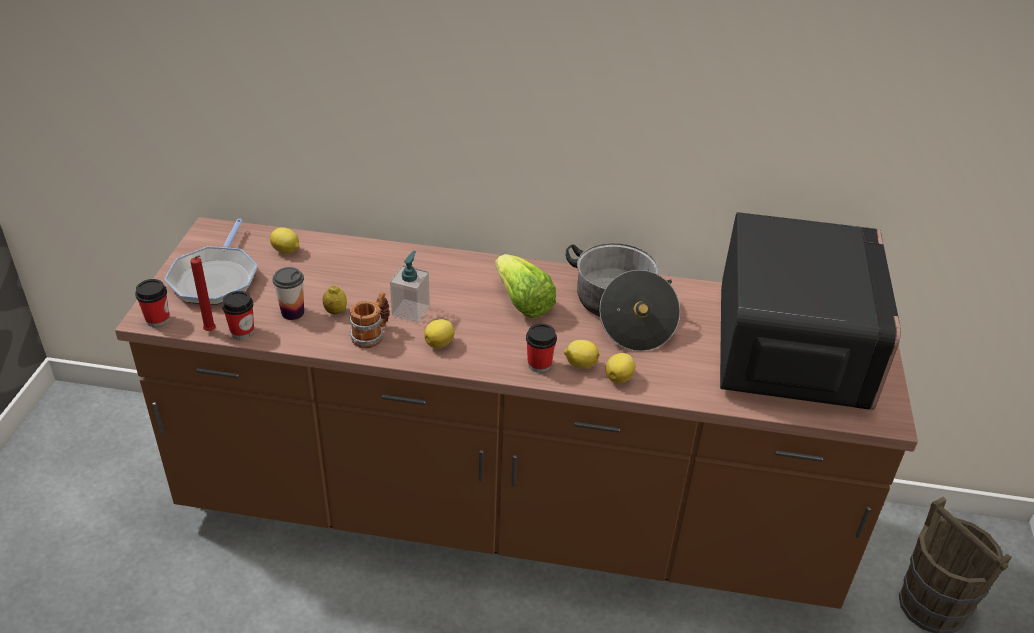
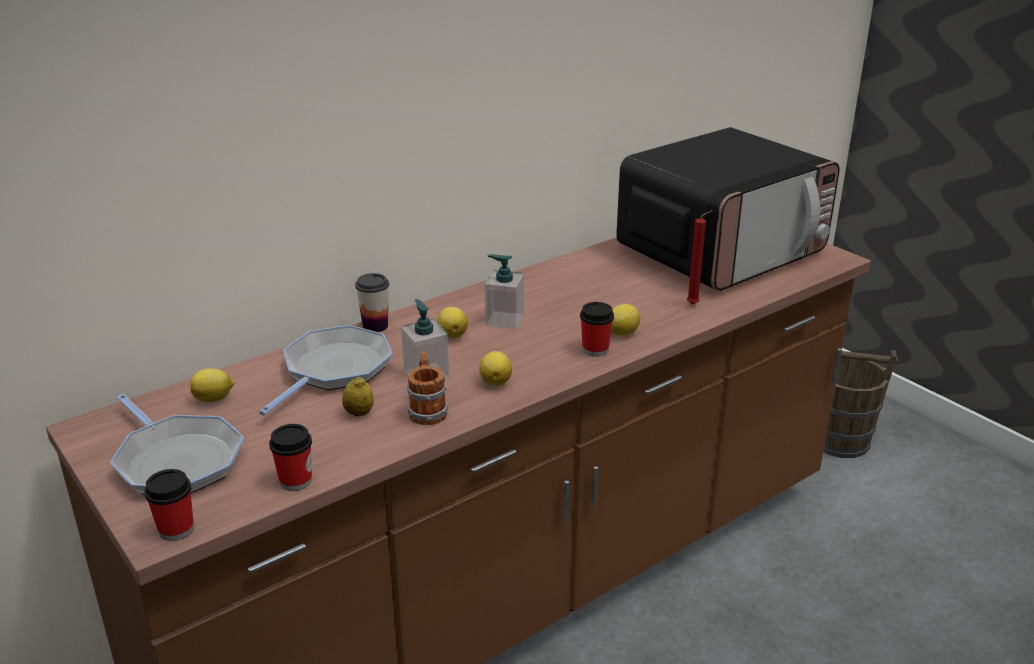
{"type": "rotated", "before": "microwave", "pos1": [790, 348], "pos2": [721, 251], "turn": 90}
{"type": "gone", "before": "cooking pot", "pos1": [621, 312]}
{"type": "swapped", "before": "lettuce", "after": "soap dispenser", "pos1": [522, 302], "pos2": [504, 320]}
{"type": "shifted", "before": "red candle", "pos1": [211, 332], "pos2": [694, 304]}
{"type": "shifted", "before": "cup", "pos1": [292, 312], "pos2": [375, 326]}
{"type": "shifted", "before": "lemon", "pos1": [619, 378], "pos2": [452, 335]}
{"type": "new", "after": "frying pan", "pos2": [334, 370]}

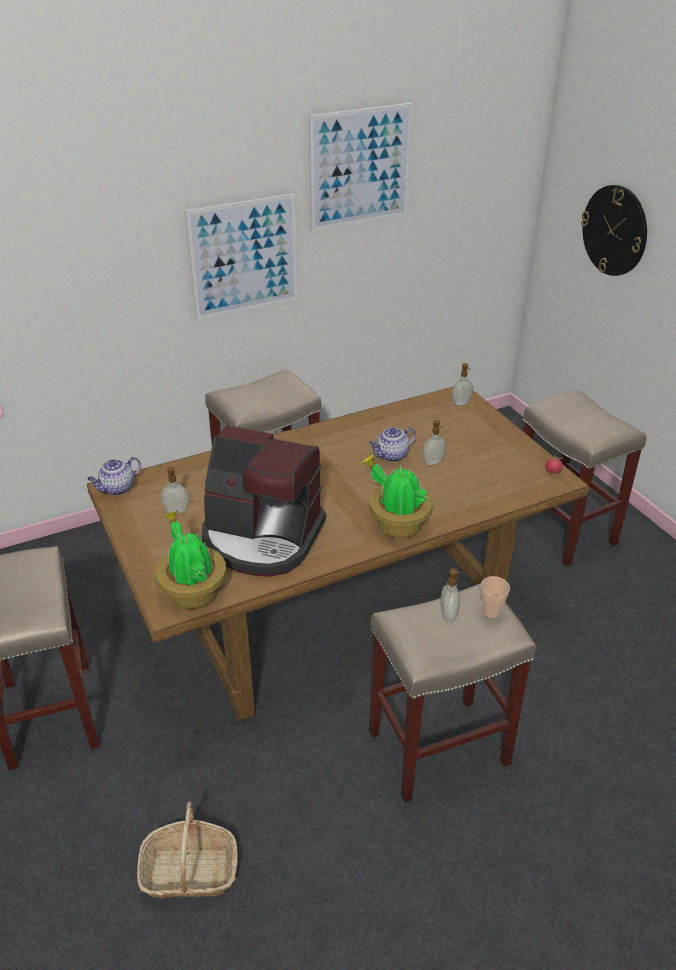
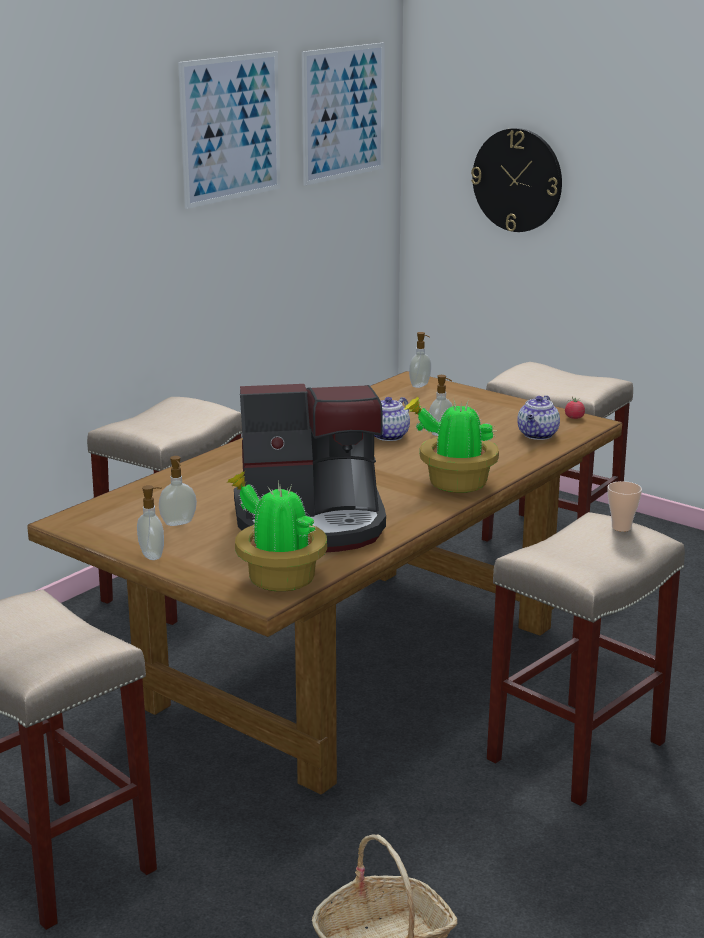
{"type": "shifted", "before": "picture", "pos1": [244, 257], "pos2": [343, 112]}
{"type": "shifted", "before": "teapot", "pos1": [117, 489], "pos2": [538, 435]}
{"type": "shifted", "before": "soap dispenser", "pos1": [449, 614], "pos2": [153, 555]}

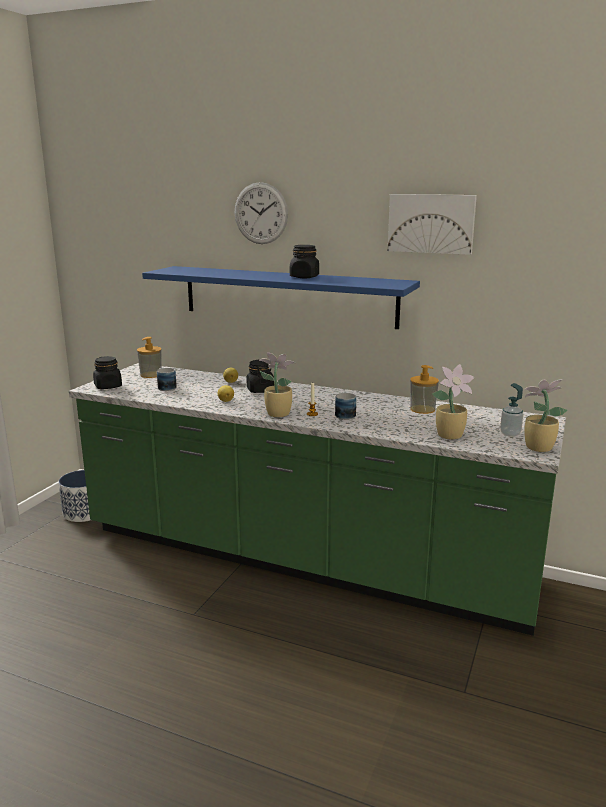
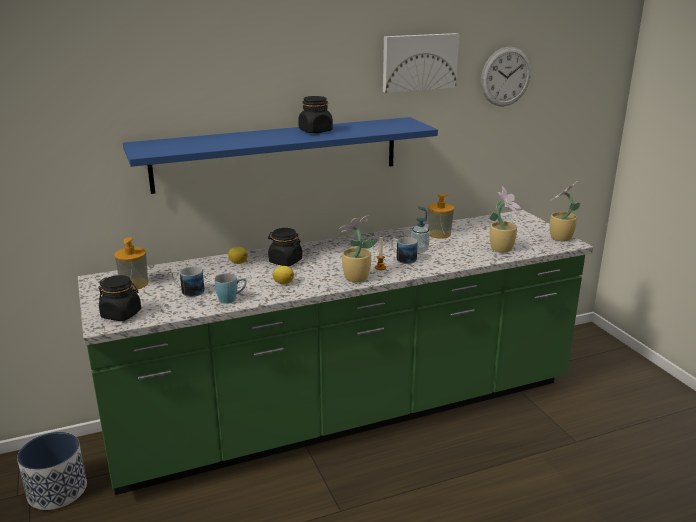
{"type": "shifted", "before": "wall clock", "pos1": [261, 213], "pos2": [506, 76]}
{"type": "shifted", "before": "soap dispenser", "pos1": [510, 434], "pos2": [419, 250]}
{"type": "new", "after": "blue mug", "pos2": [231, 299]}

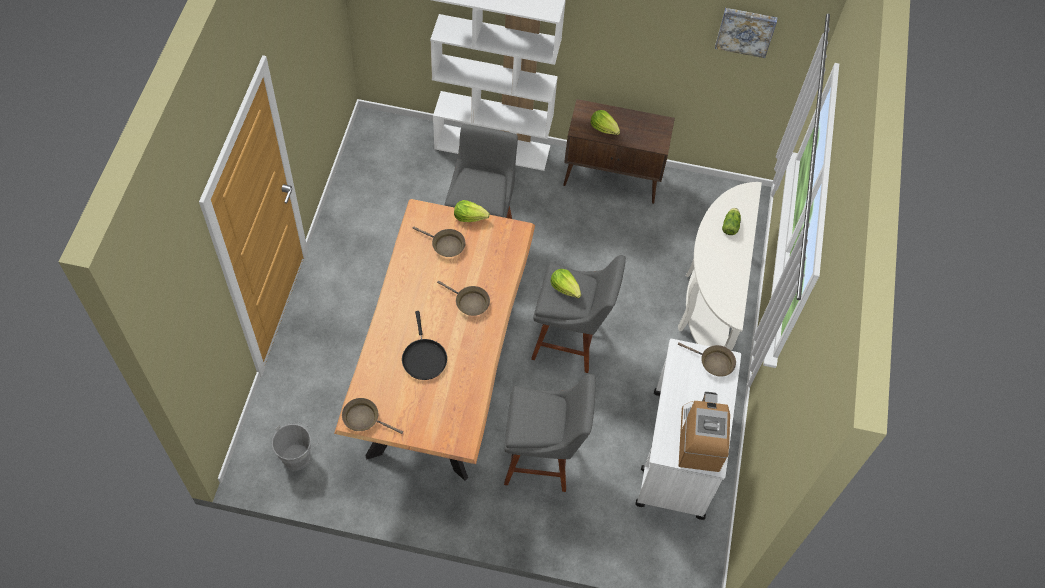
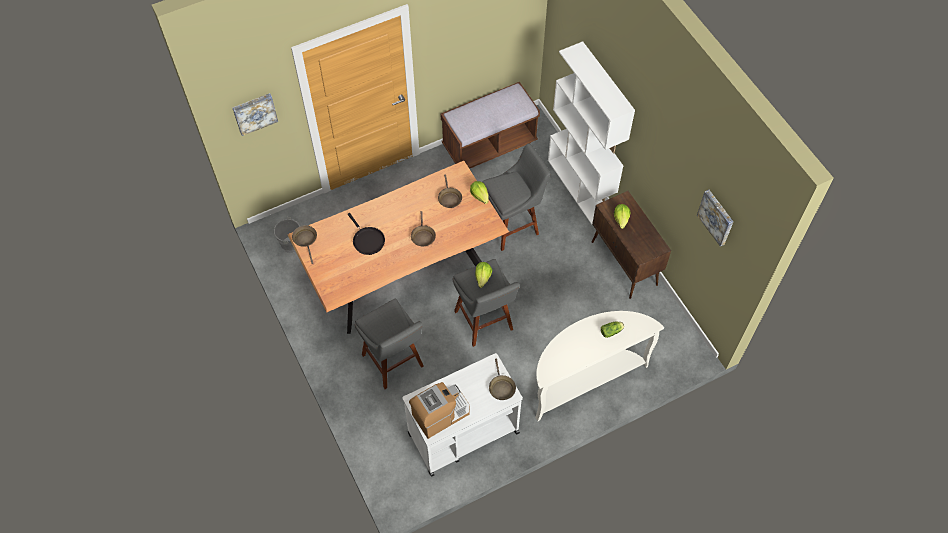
{"type": "rotated", "before": "black frying pan", "pos1": [424, 357], "pos2": [367, 240], "turn": -75}
{"type": "new", "after": "brown bench", "pos2": [489, 144]}
{"type": "new", "after": "picture", "pos2": [254, 113]}

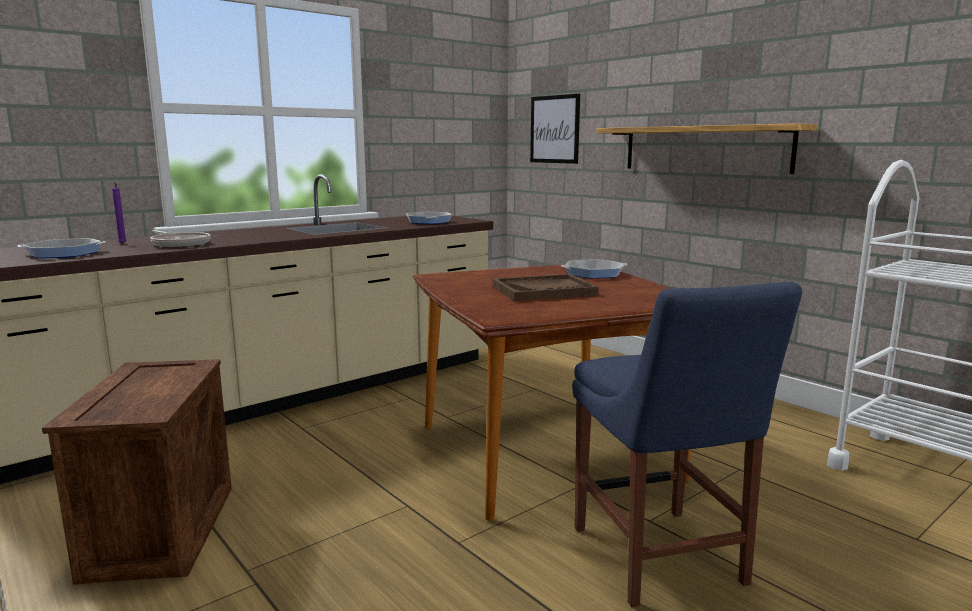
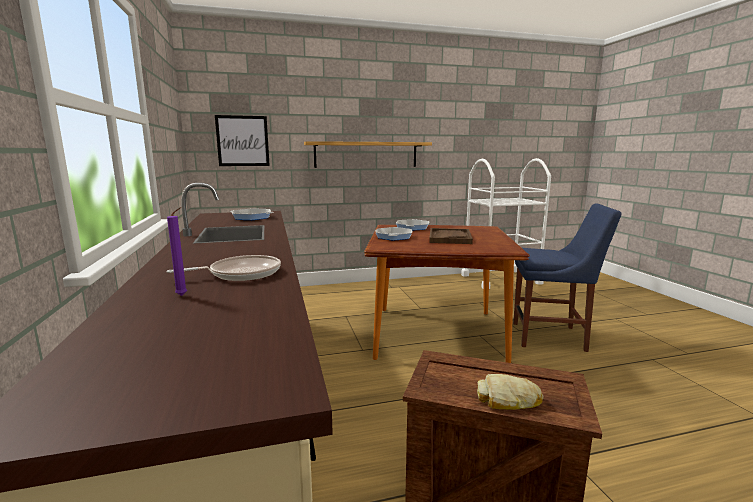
{"type": "shifted", "before": "frying pan", "pos1": [64, 253], "pos2": [393, 237]}
{"type": "new", "after": "bread", "pos2": [509, 400]}

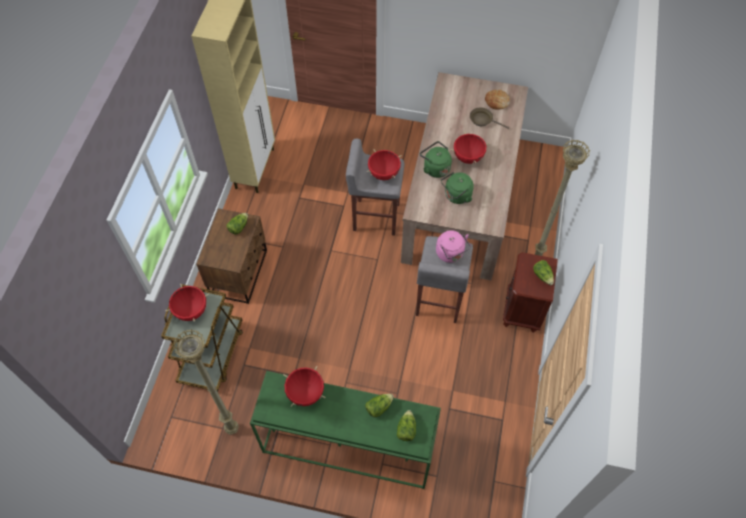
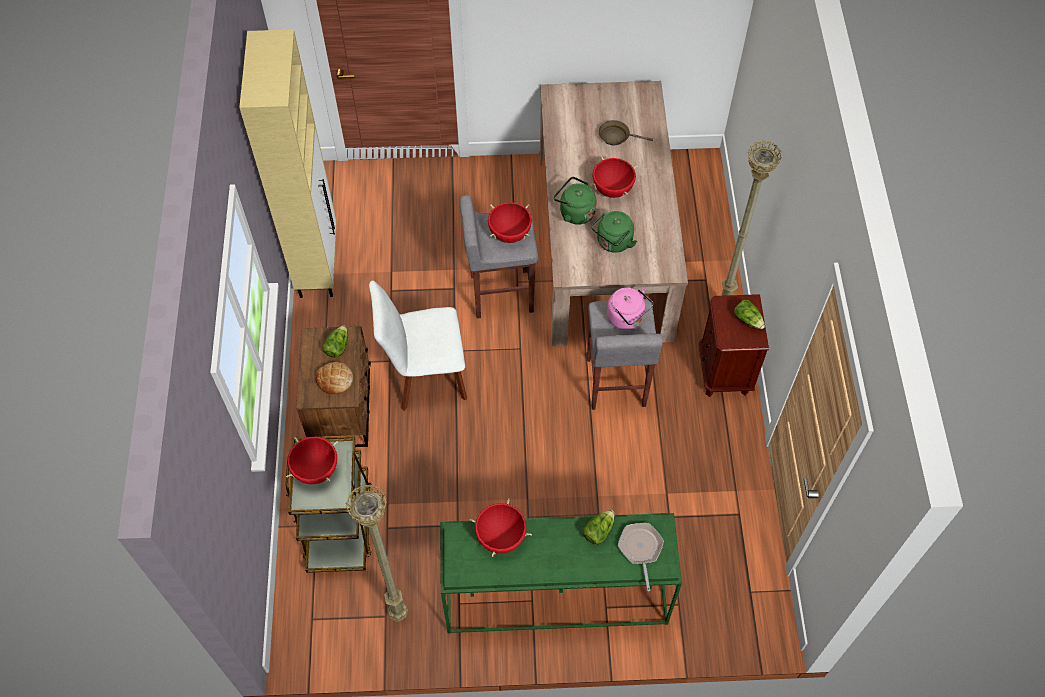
{"type": "shifted", "before": "bread", "pos1": [497, 101], "pos2": [335, 380]}
{"type": "swapped", "before": "lettuce", "after": "frying pan", "pos1": [406, 429], "pos2": [640, 549]}
{"type": "new", "after": "white chair", "pos2": [425, 375]}

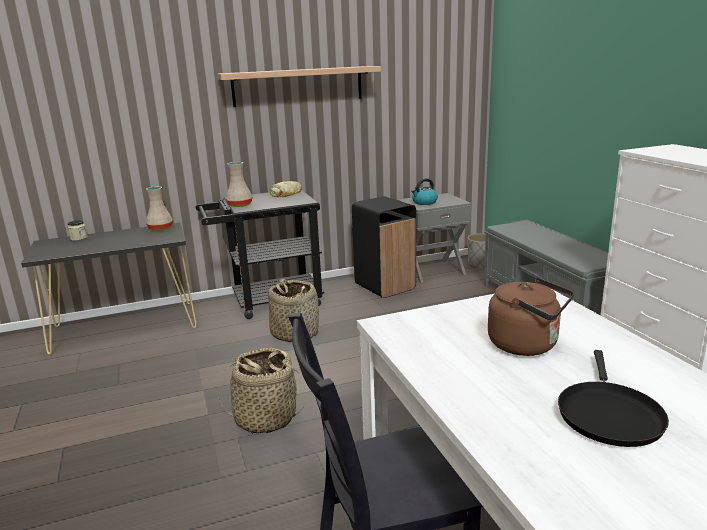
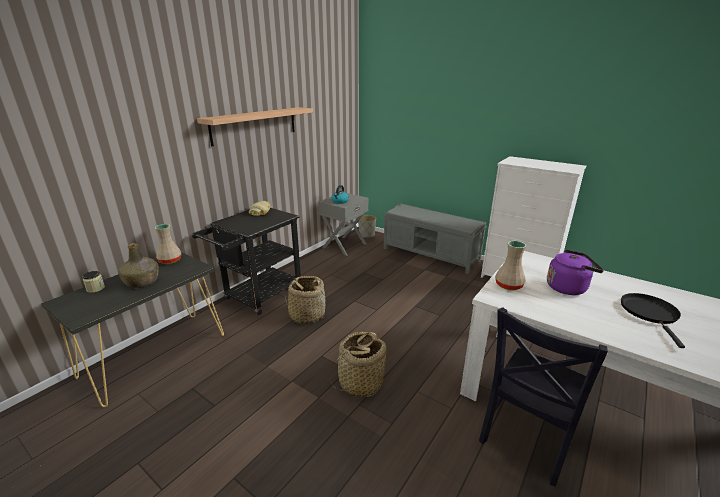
{"type": "shifted", "before": "beige vase", "pos1": [239, 205], "pos2": [508, 285]}
{"type": "gone", "before": "black trash can", "pos1": [385, 286]}
{"type": "repainted", "before": "brown kettle", "after": "purple kettle", "pos1": [527, 345], "pos2": [568, 287]}
{"type": "rotated", "before": "black frying pan", "pos1": [608, 414], "pos2": [650, 313], "turn": -150}
{"type": "new", "after": "green bottle", "pos2": [142, 282]}

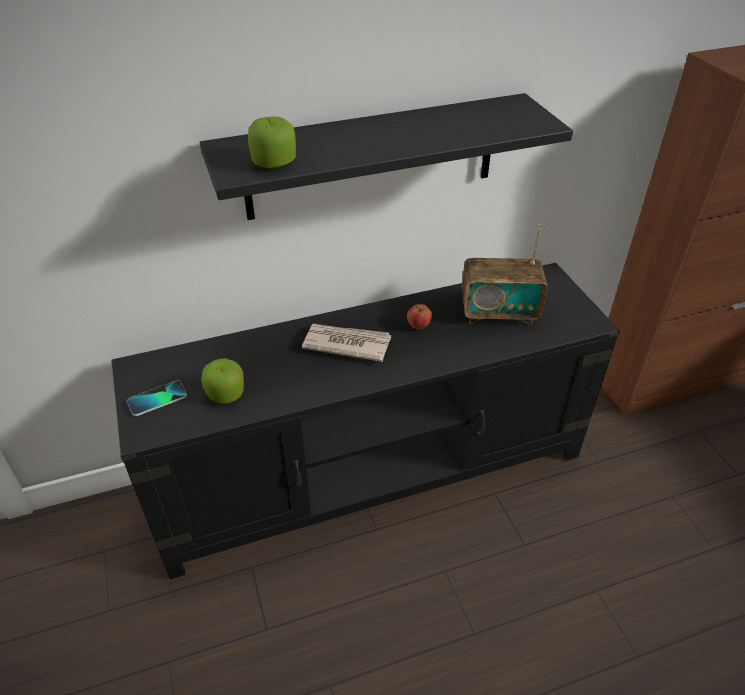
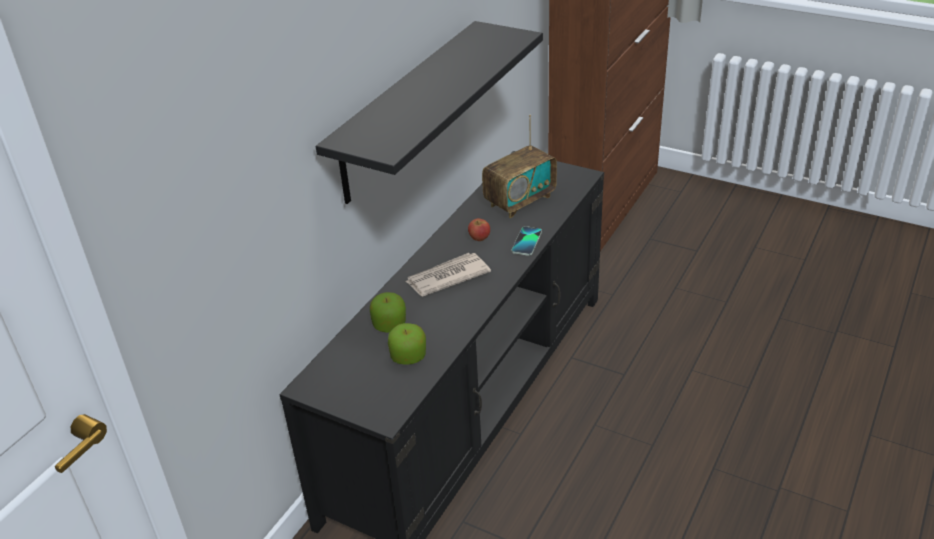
{"type": "shifted", "before": "apple", "pos1": [274, 162], "pos2": [389, 324]}
{"type": "shifted", "before": "phone", "pos1": [157, 399], "pos2": [527, 242]}

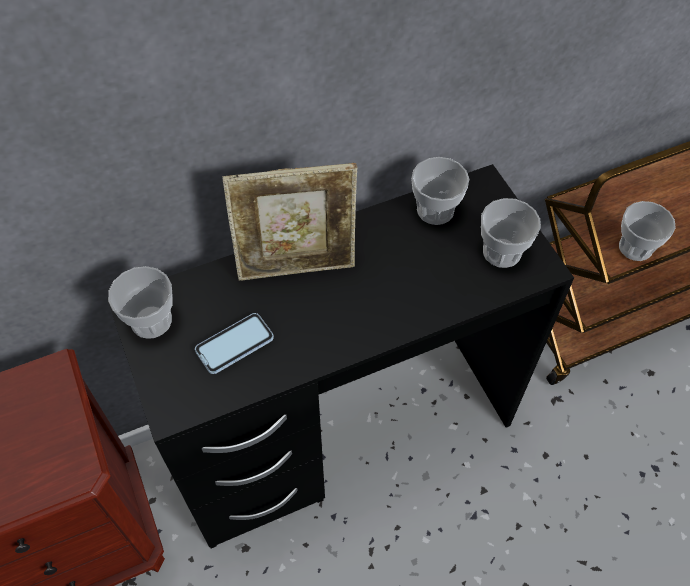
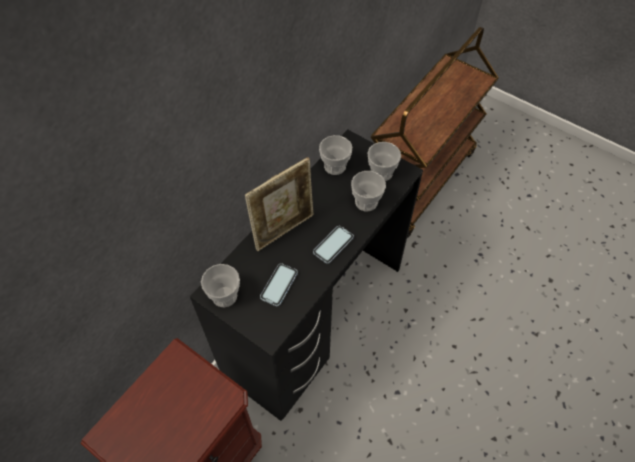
{"type": "shifted", "before": "cup", "pos1": [635, 247], "pos2": [366, 202]}
{"type": "new", "after": "phone", "pos2": [333, 245]}

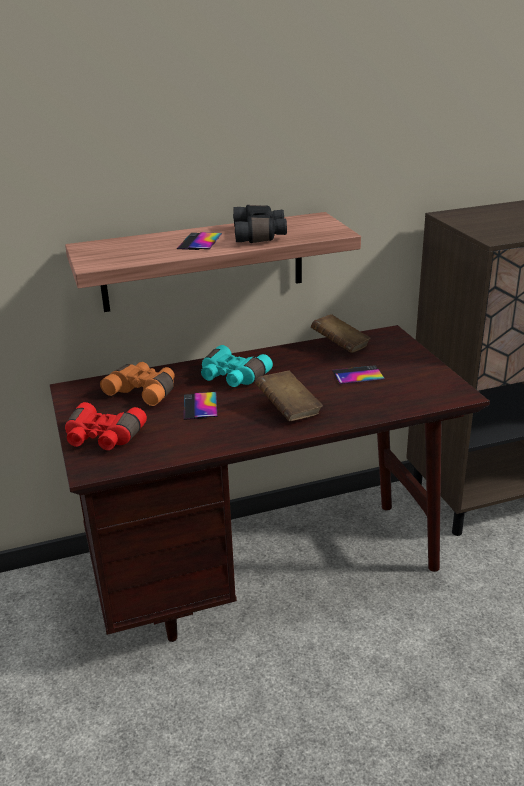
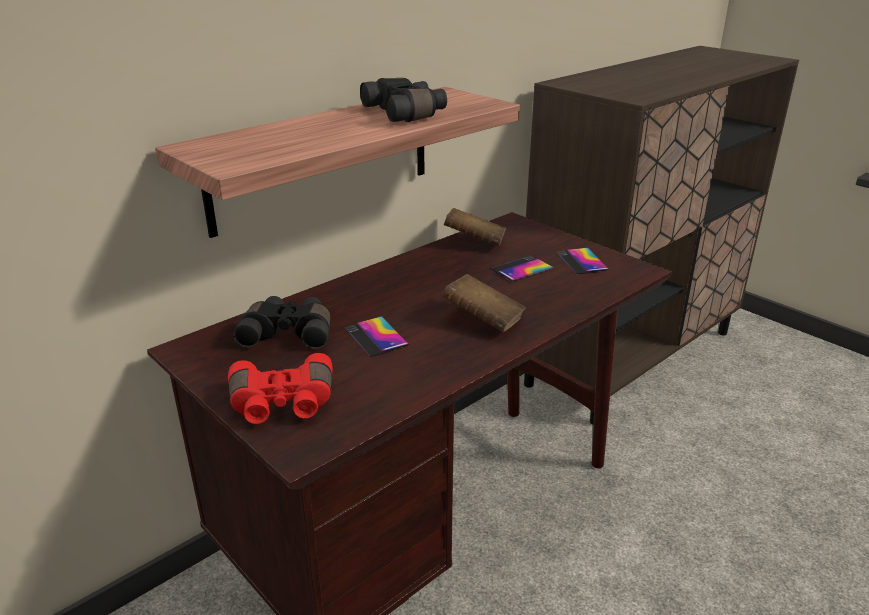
{"type": "shifted", "before": "phone", "pos1": [200, 241], "pos2": [582, 261]}
{"type": "gone", "before": "turquoise binoculars", "pos1": [232, 377]}
{"type": "repainted", "before": "orange binoculars", "after": "black binoculars", "pos1": [144, 391], "pos2": [289, 333]}

